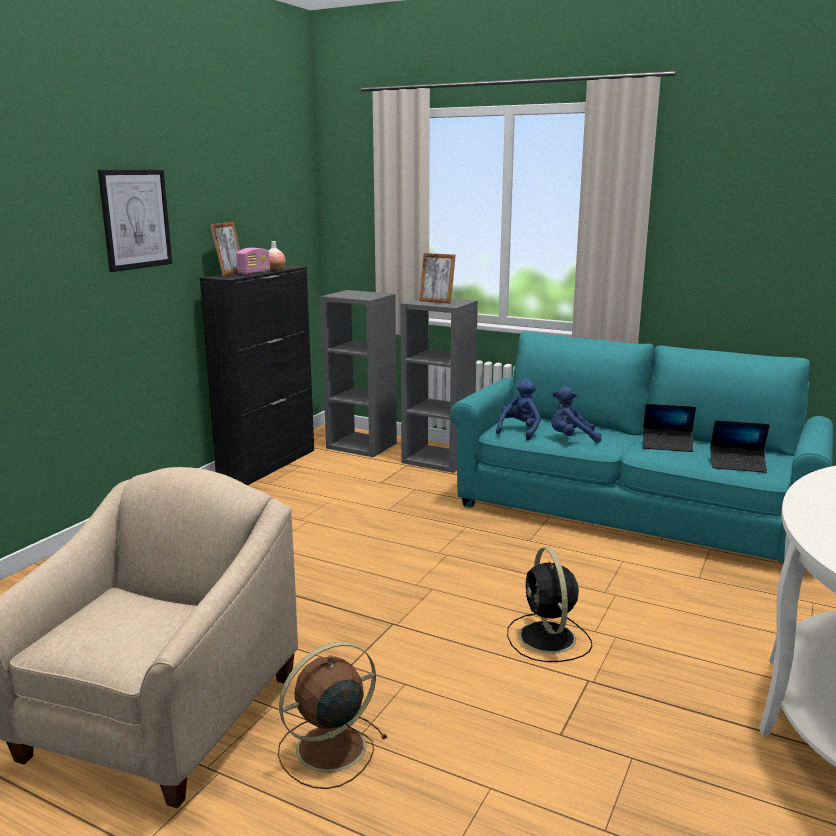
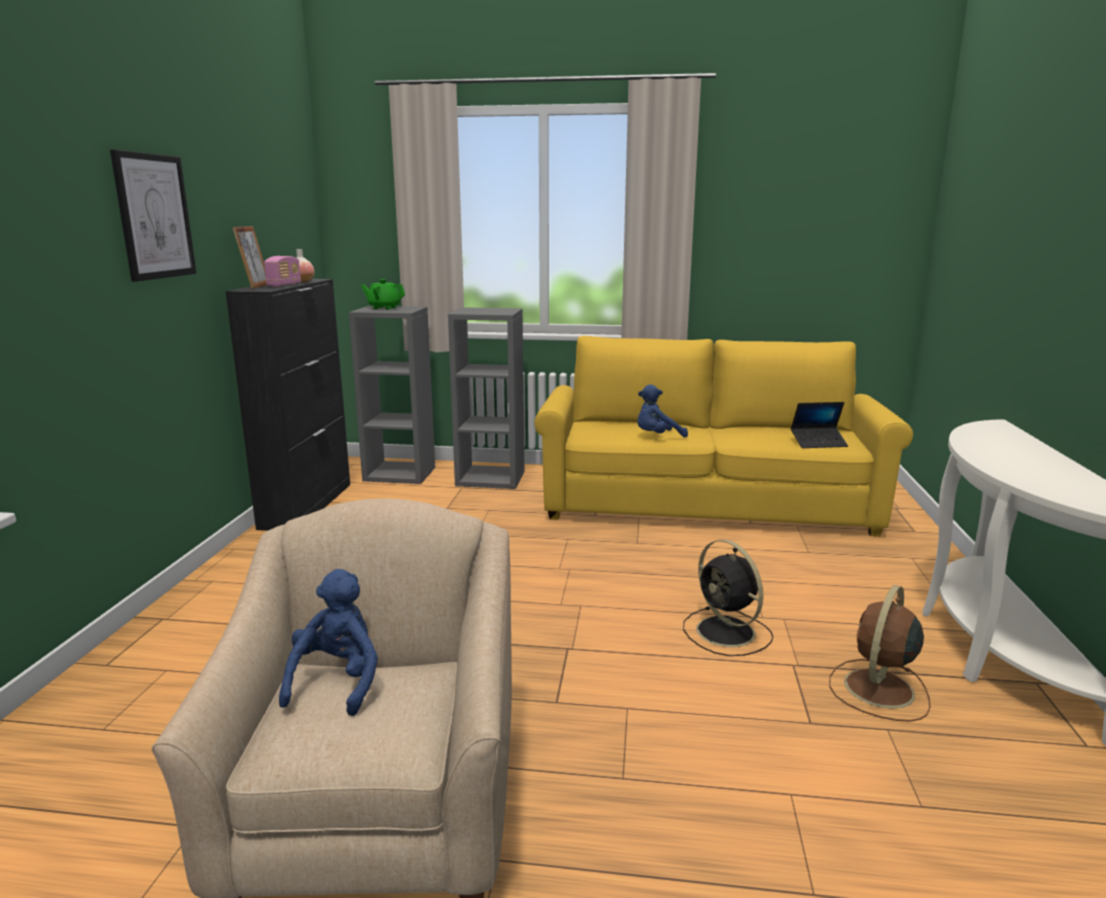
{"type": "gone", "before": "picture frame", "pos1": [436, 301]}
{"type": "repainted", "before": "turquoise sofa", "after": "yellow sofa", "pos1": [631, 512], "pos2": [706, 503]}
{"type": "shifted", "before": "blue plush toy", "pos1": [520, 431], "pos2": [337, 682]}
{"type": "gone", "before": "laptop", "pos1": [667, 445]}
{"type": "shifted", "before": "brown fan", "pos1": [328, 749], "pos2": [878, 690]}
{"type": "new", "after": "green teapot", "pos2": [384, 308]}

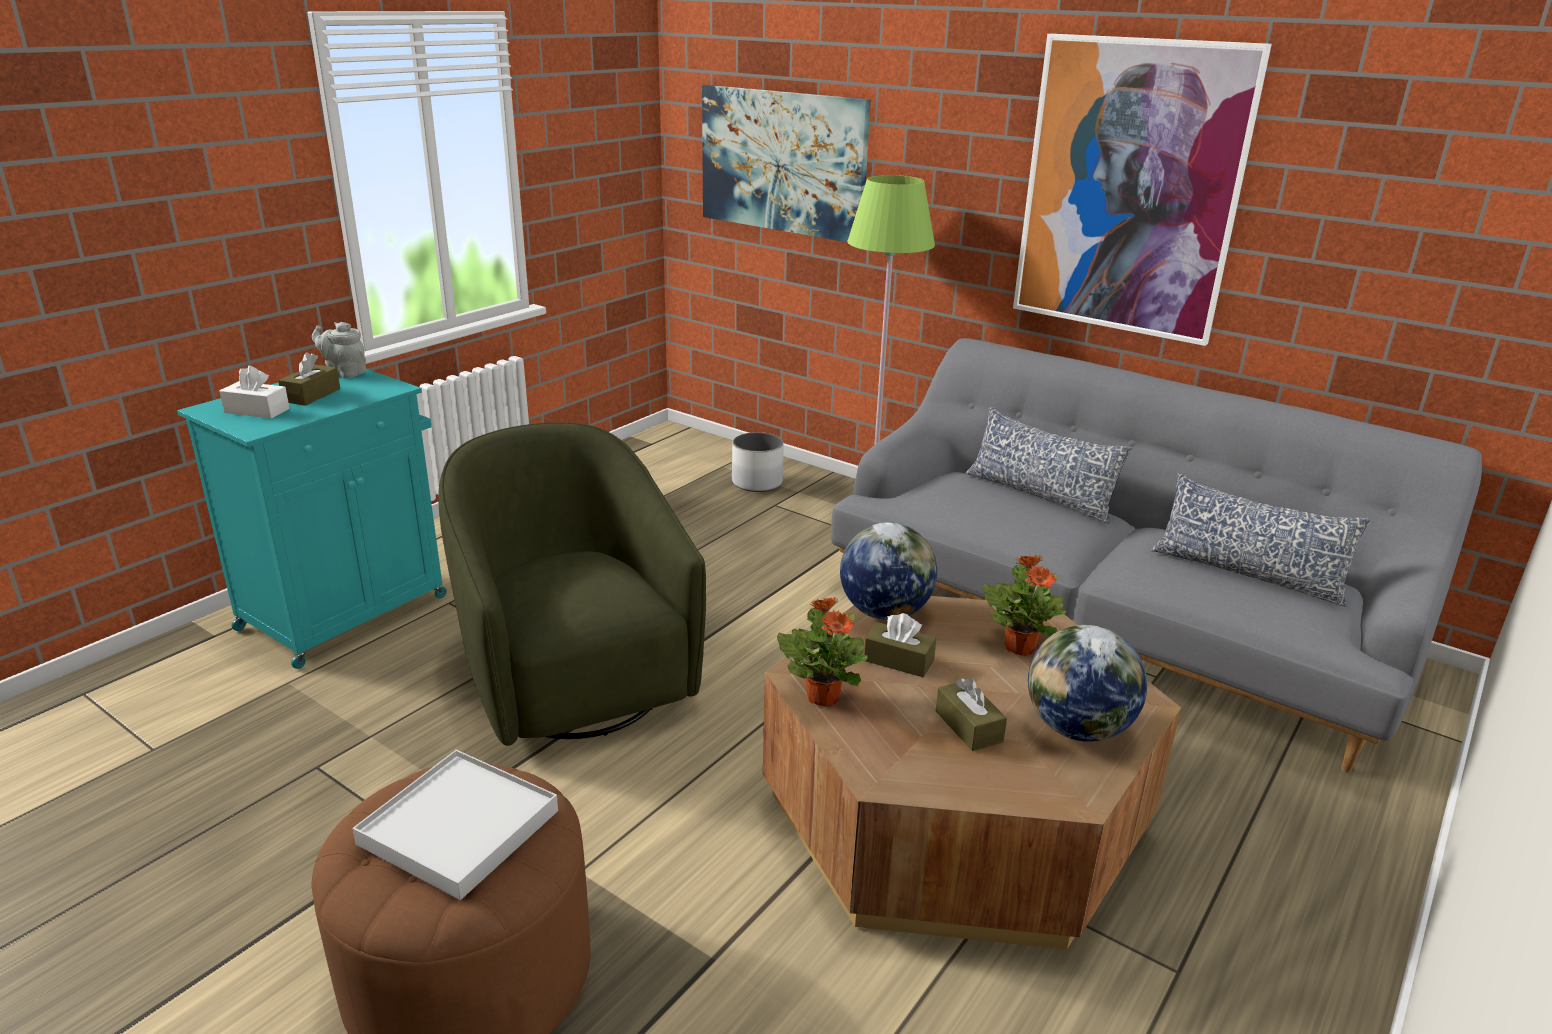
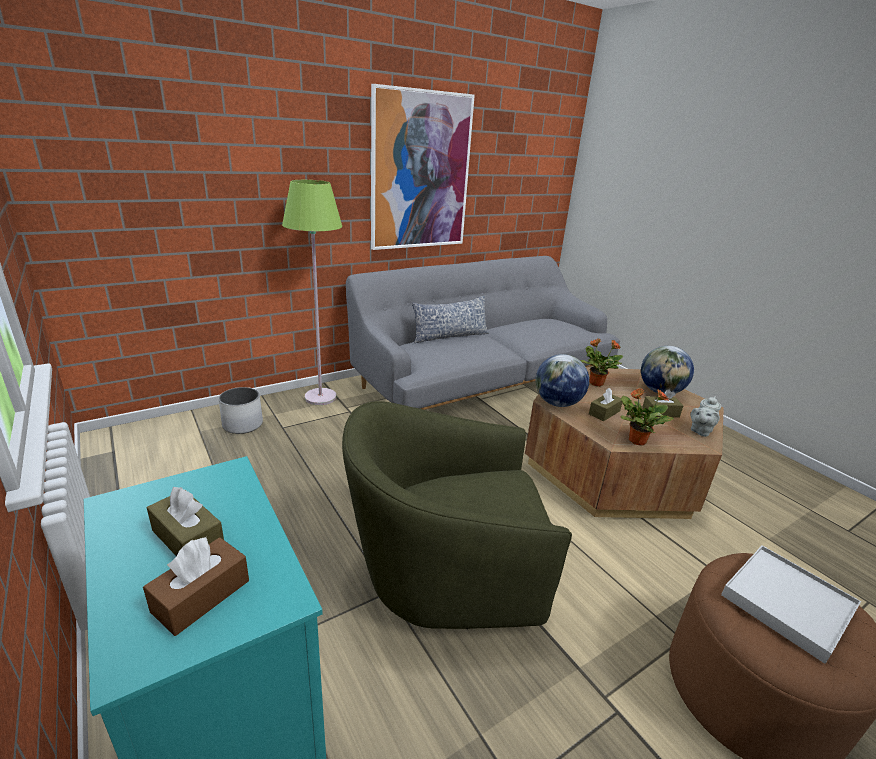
{"type": "gone", "before": "picture", "pos1": [783, 162]}
{"type": "shifted", "before": "grey teapot", "pos1": [344, 373], "pos2": [700, 431]}
{"type": "repainted", "before": "white tissue box", "after": "brown tissue box", "pos1": [257, 411], "pos2": [201, 596]}
{"type": "gone", "before": "pillow", "pos1": [1247, 572]}

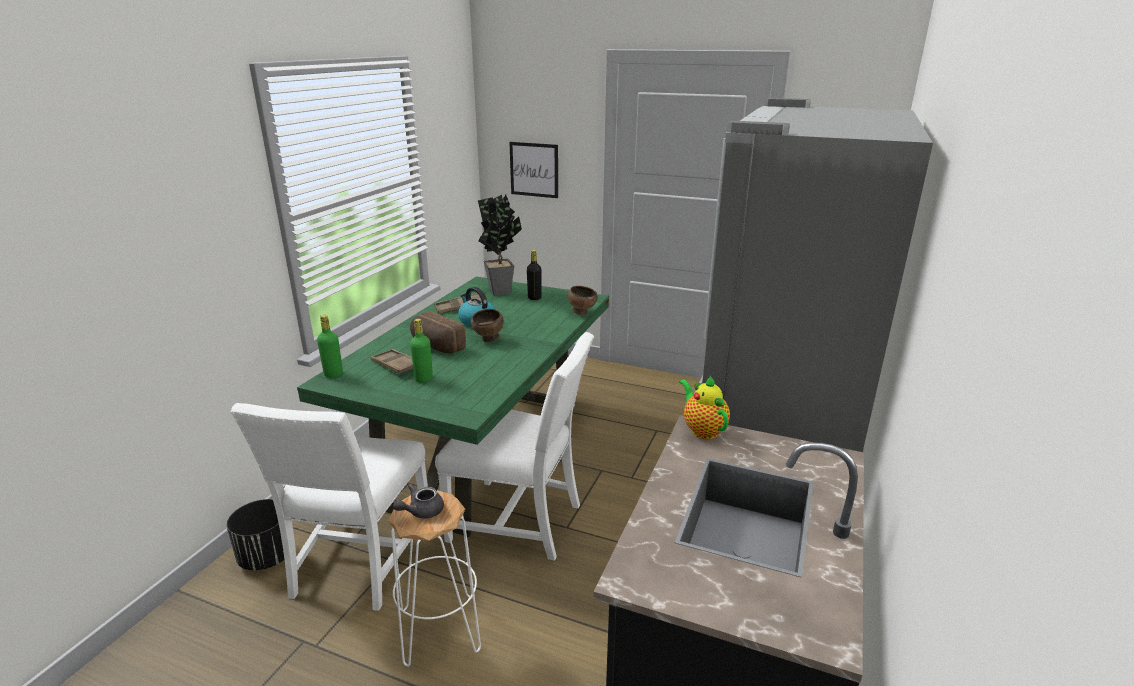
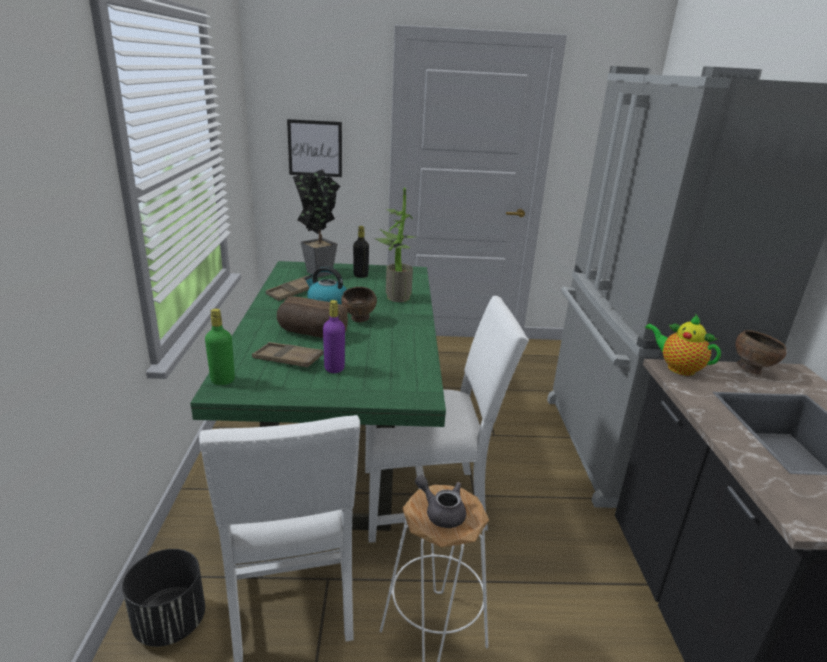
{"type": "shifted", "before": "brown bowl", "pos1": [582, 313], "pos2": [751, 370]}
{"type": "repainted", "before": "green bottle", "after": "purple bottle", "pos1": [423, 379], "pos2": [334, 368]}
{"type": "rotated", "before": "grey teapot", "pos1": [421, 511], "pos2": [441, 512], "turn": 105}
{"type": "new", "after": "potted plant", "pos2": [394, 297]}

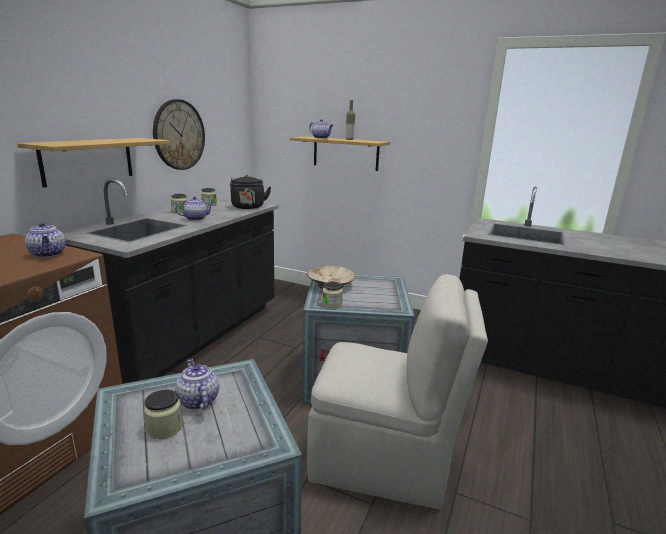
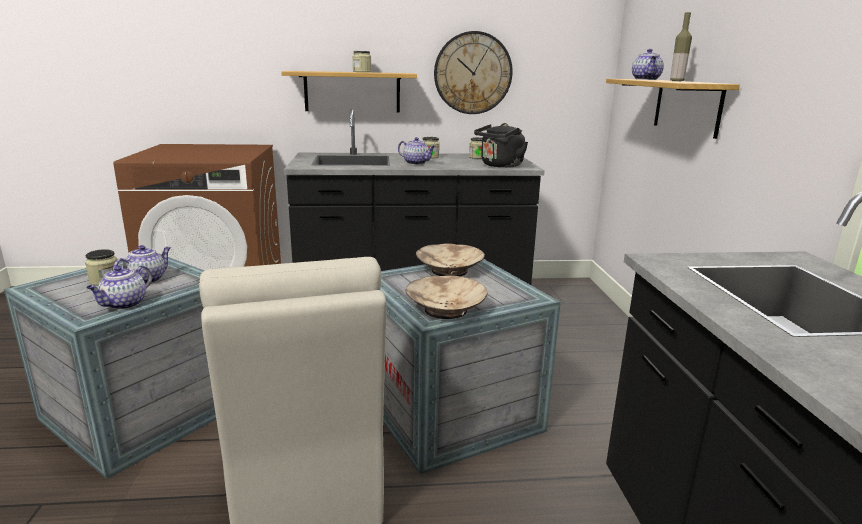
{"type": "shifted", "before": "teapot", "pos1": [48, 254], "pos2": [124, 304]}
{"type": "shifted", "before": "jar", "pos1": [332, 304], "pos2": [362, 72]}
{"type": "new", "after": "beige bowl", "pos2": [445, 309]}

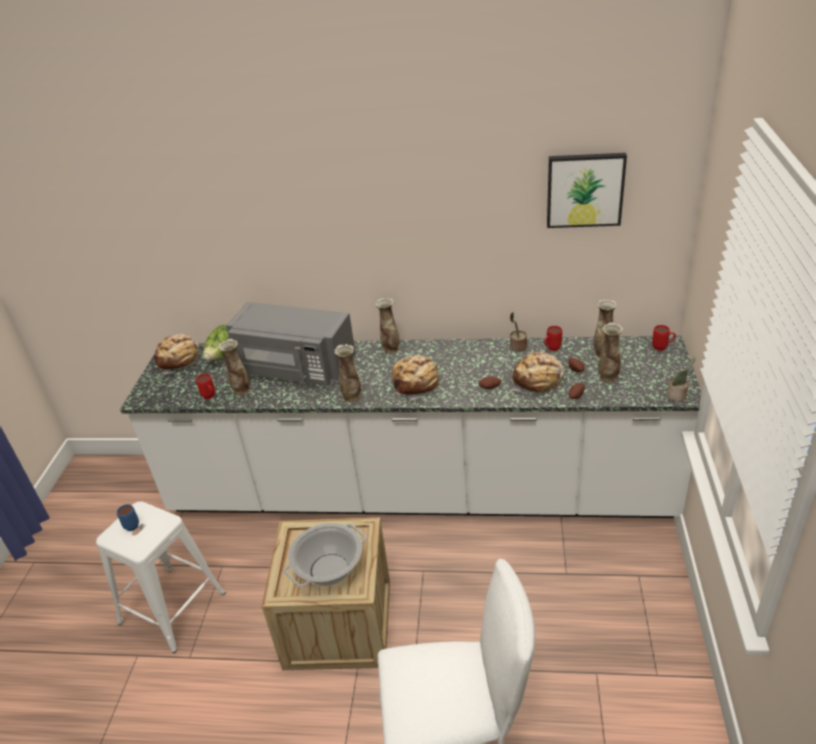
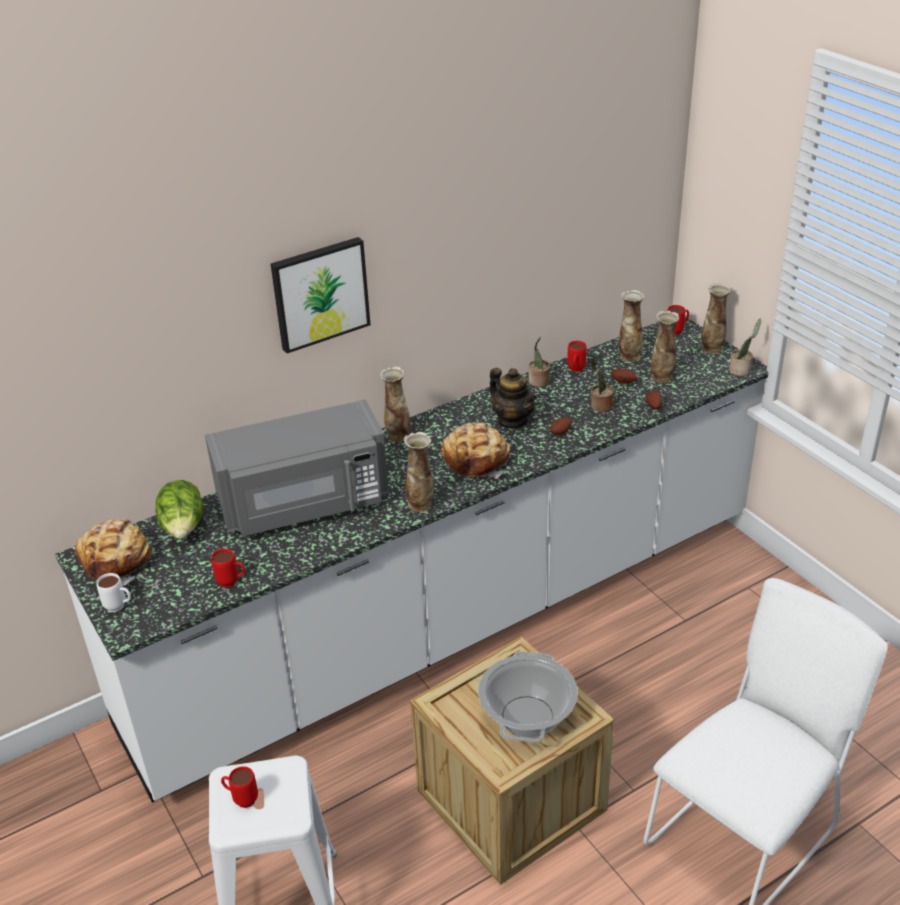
{"type": "shifted", "before": "picture", "pos1": [584, 189], "pos2": [320, 293]}
{"type": "shifted", "before": "vase", "pos1": [241, 391], "pos2": [712, 348]}
{"type": "swapped", "before": "bread", "after": "potted plant", "pos1": [538, 381], "pos2": [600, 406]}
{"type": "repainted", "before": "blue mug", "after": "red mug", "pos1": [131, 525], "pos2": [241, 799]}
{"type": "new", "after": "teapot", "pos2": [513, 420]}
{"type": "new", "after": "white mug", "pos2": [119, 607]}

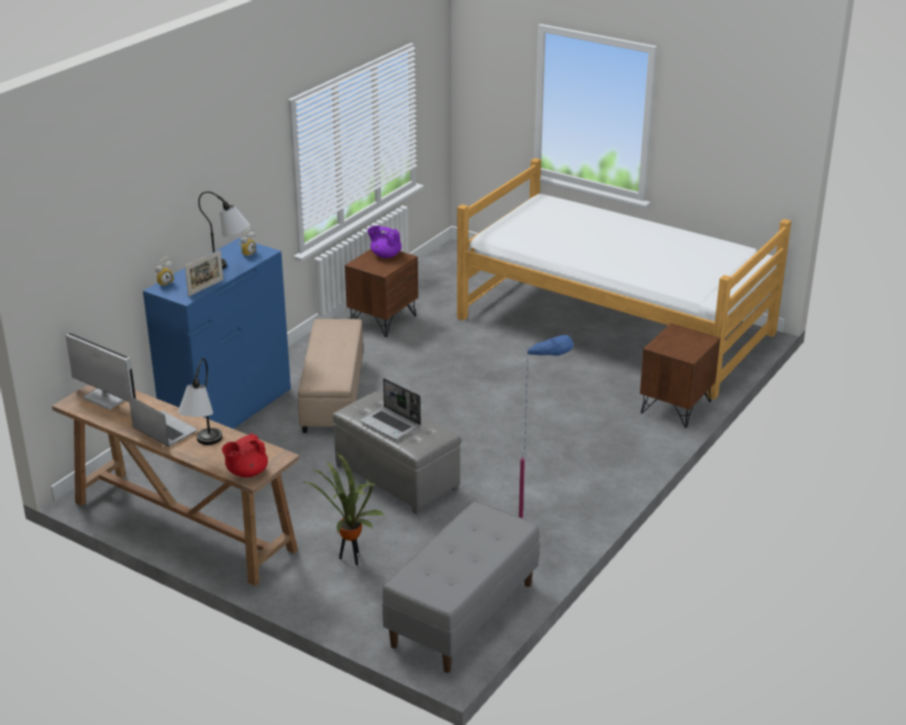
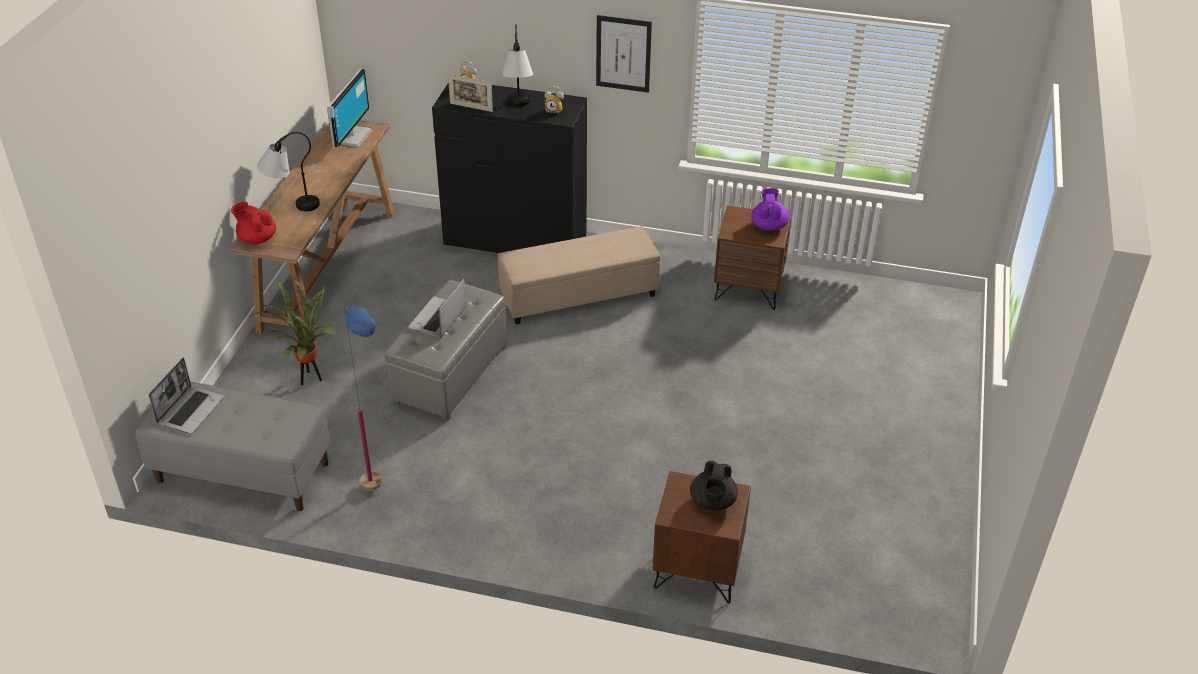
{"type": "gone", "before": "bed", "pos1": [615, 326]}
{"type": "repainted", "before": "blue dresser", "after": "black dresser", "pos1": [227, 412], "pos2": [515, 241]}
{"type": "shifted", "before": "laptop", "pos1": [163, 430], "pos2": [191, 410]}
{"type": "new", "after": "picture", "pos2": [623, 53]}
{"type": "new", "after": "black teapot", "pos2": [712, 502]}

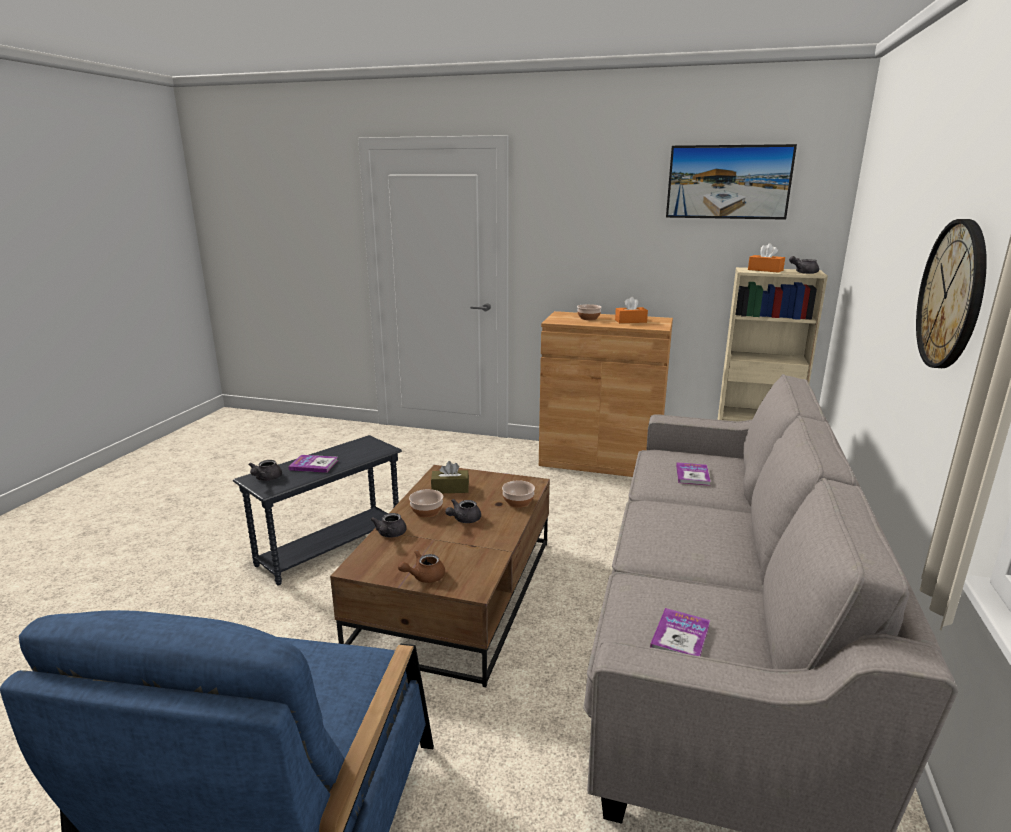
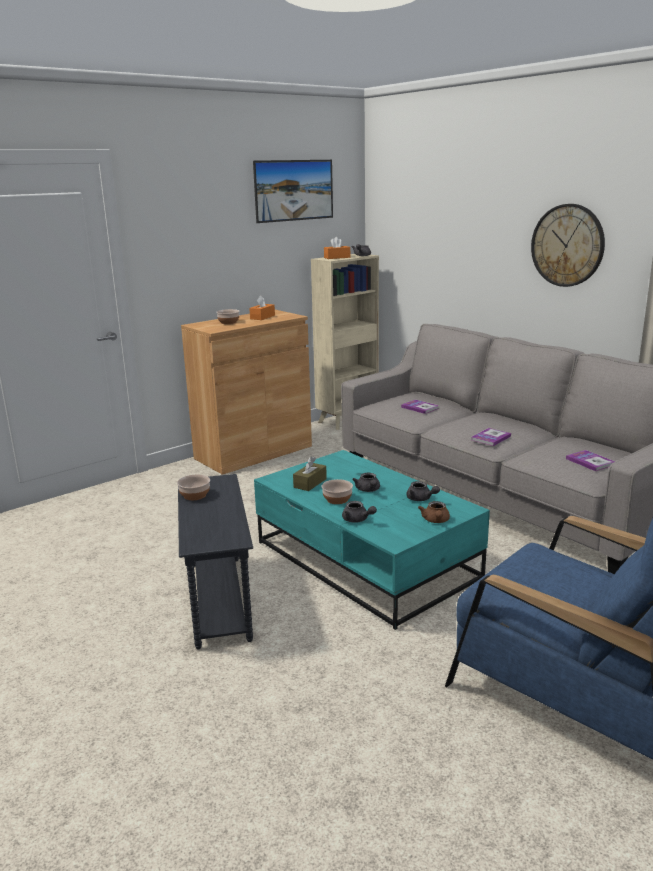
{"type": "shifted", "before": "book", "pos1": [314, 465], "pos2": [491, 438]}
{"type": "shifted", "before": "grey teapot", "pos1": [265, 479], "pos2": [421, 499]}
{"type": "repainted", "before": "brown coffee table", "after": "turquoise coffee table", "pos1": [457, 594], "pos2": [367, 560]}
{"type": "shifted", "before": "bowl", "pos1": [518, 502], "pos2": [195, 495]}

